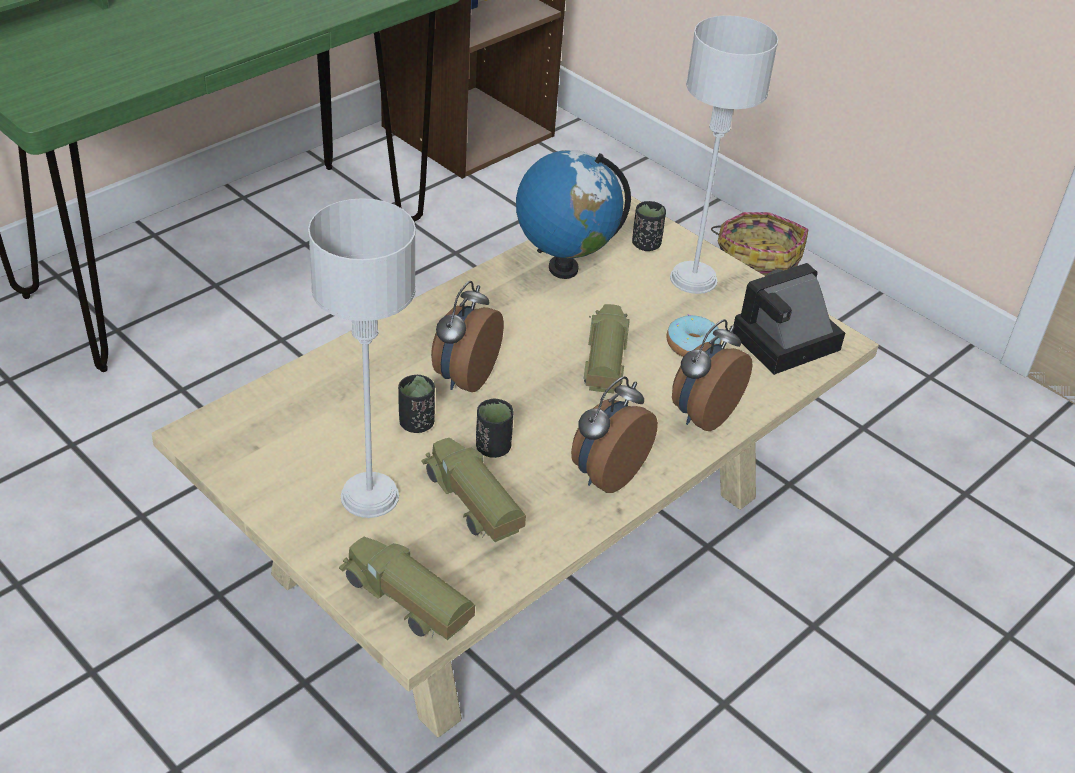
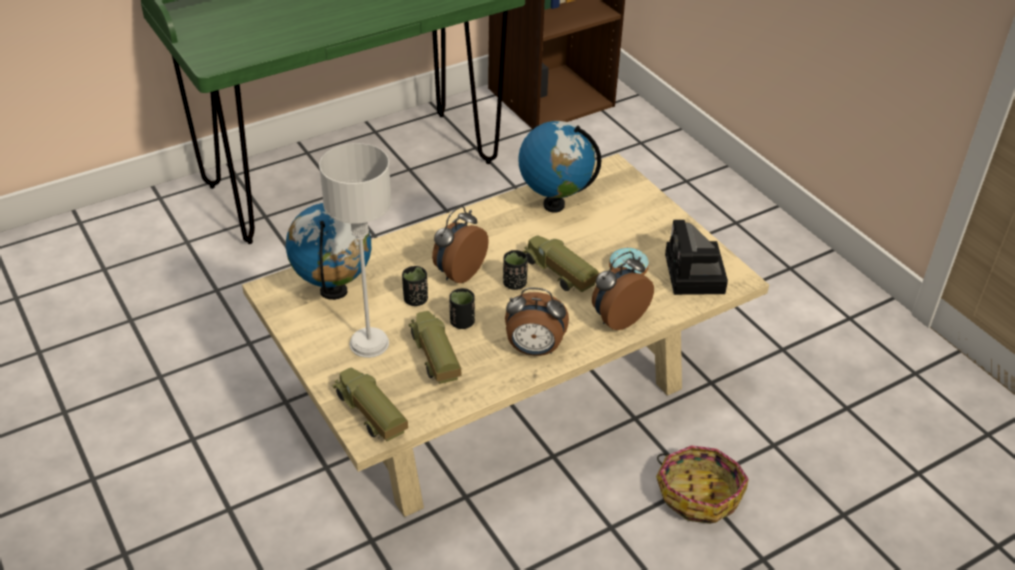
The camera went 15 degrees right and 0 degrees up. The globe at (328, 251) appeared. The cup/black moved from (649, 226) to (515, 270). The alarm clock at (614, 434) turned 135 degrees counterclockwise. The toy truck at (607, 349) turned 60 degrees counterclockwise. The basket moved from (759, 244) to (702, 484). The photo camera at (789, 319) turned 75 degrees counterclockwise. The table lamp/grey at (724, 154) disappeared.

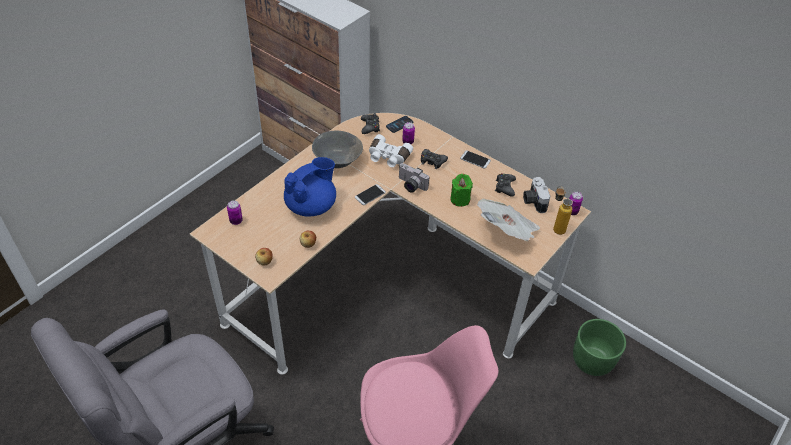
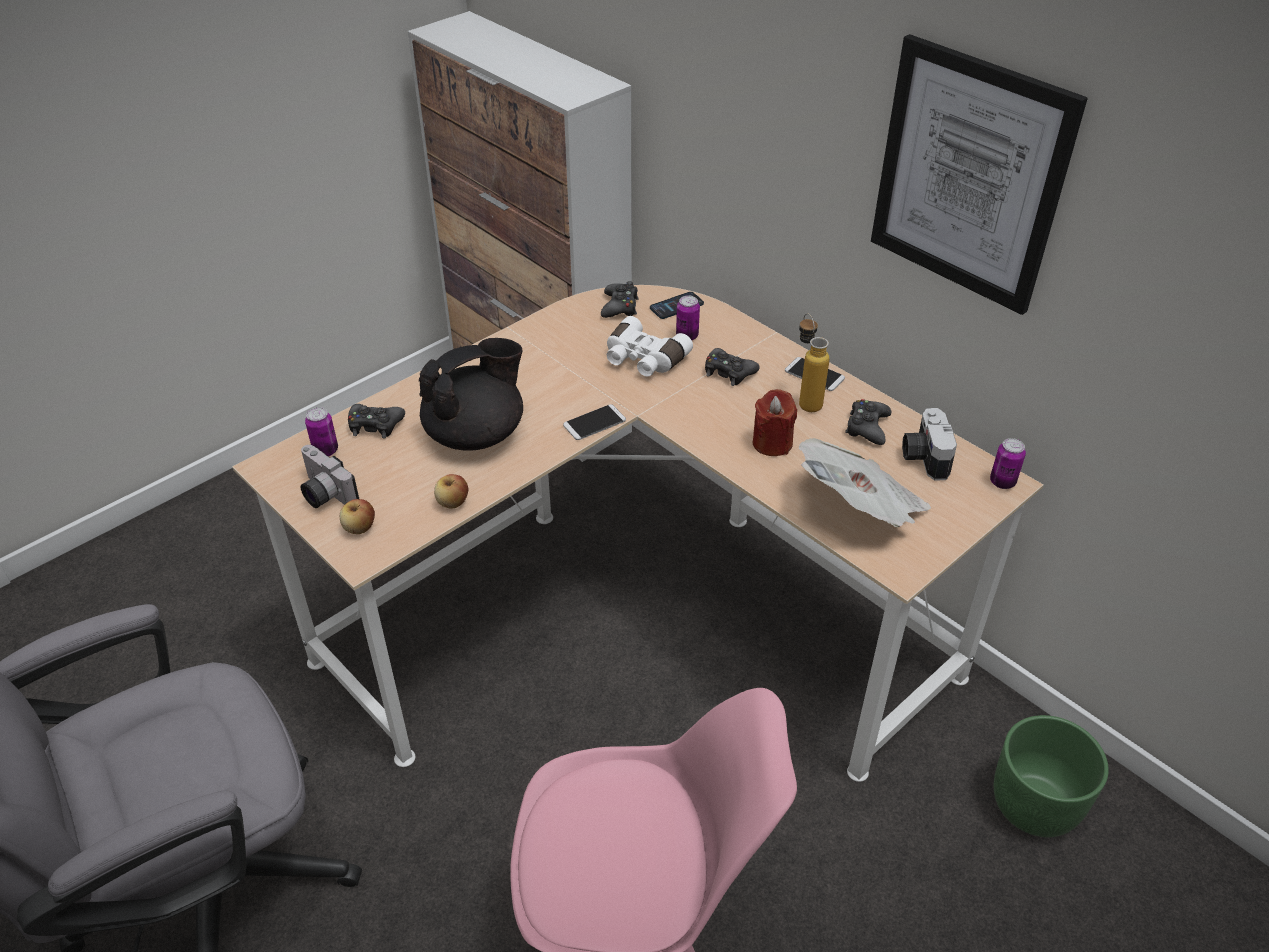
The camera went 10 degrees right and 5 degrees down. The photo camera moved from (414, 178) to (330, 476). The game controller/black at (376, 421) appeared. The teapot/blue at (310, 187) became the teapot/black at (471, 394). The candle/green at (461, 190) became the candle/red at (775, 422). The bottle moved from (563, 210) to (814, 362). The picture at (979, 174) appeared. The bowl/grey at (337, 149) disappeared.

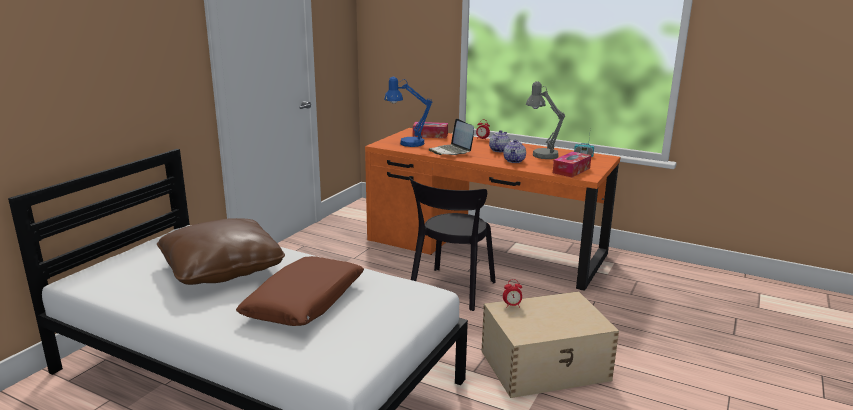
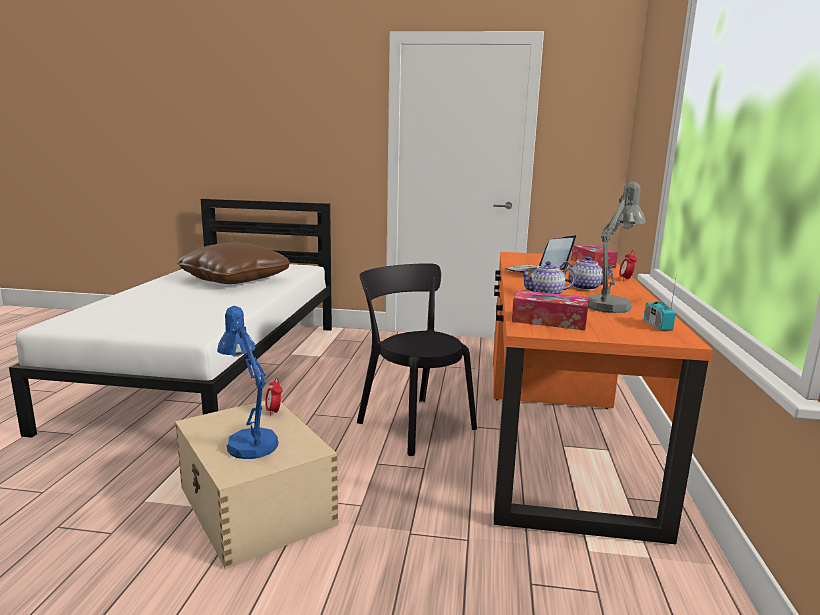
The camera went 70 degrees right and 5 degrees down. The table lamp/blue moved from (408, 112) to (248, 382). The chair/black at (452, 244) turned 45 degrees clockwise. The pillow/brown at (300, 291) disappeared.

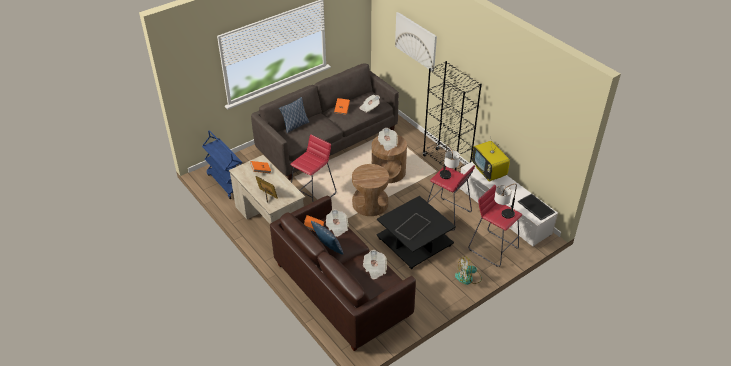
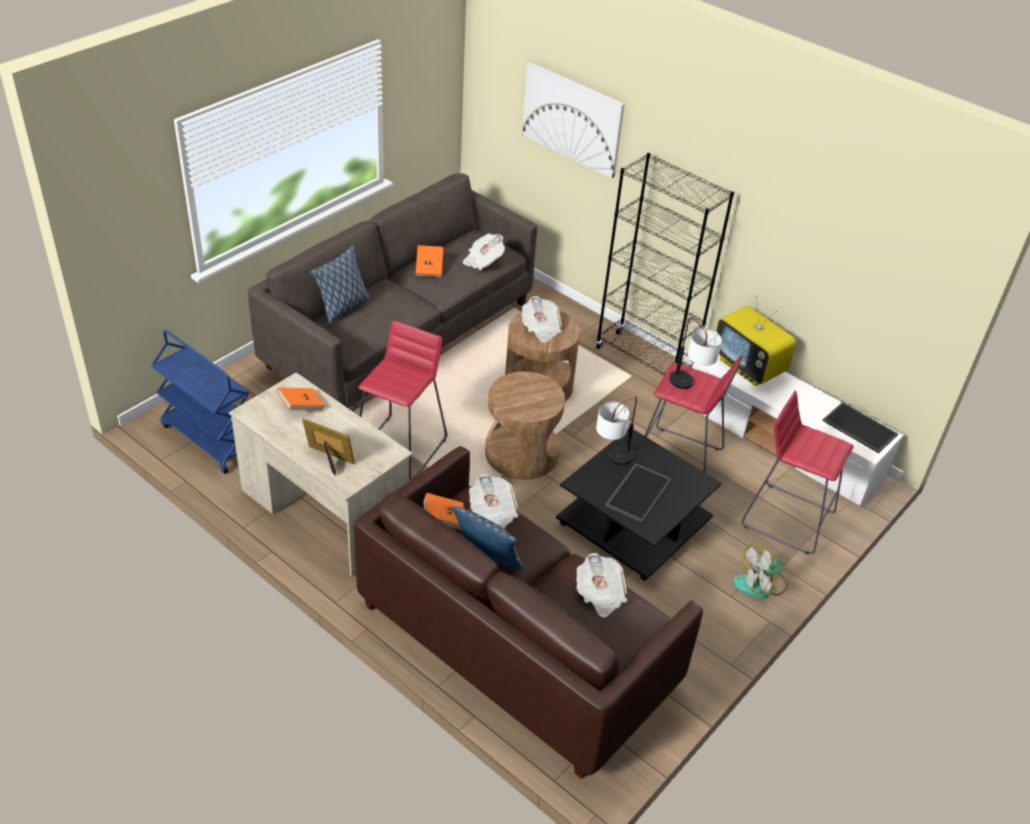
The camera went 15 degrees left and 0 degrees up. The table lamp moved from (505, 201) to (616, 430).

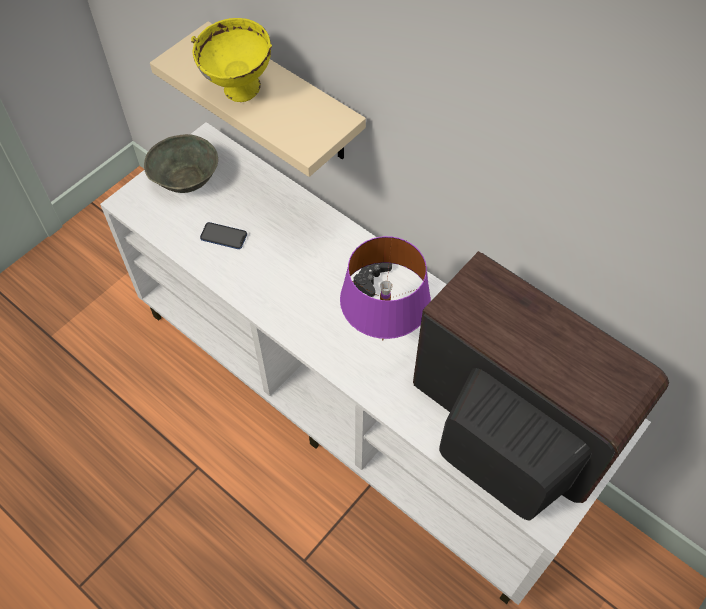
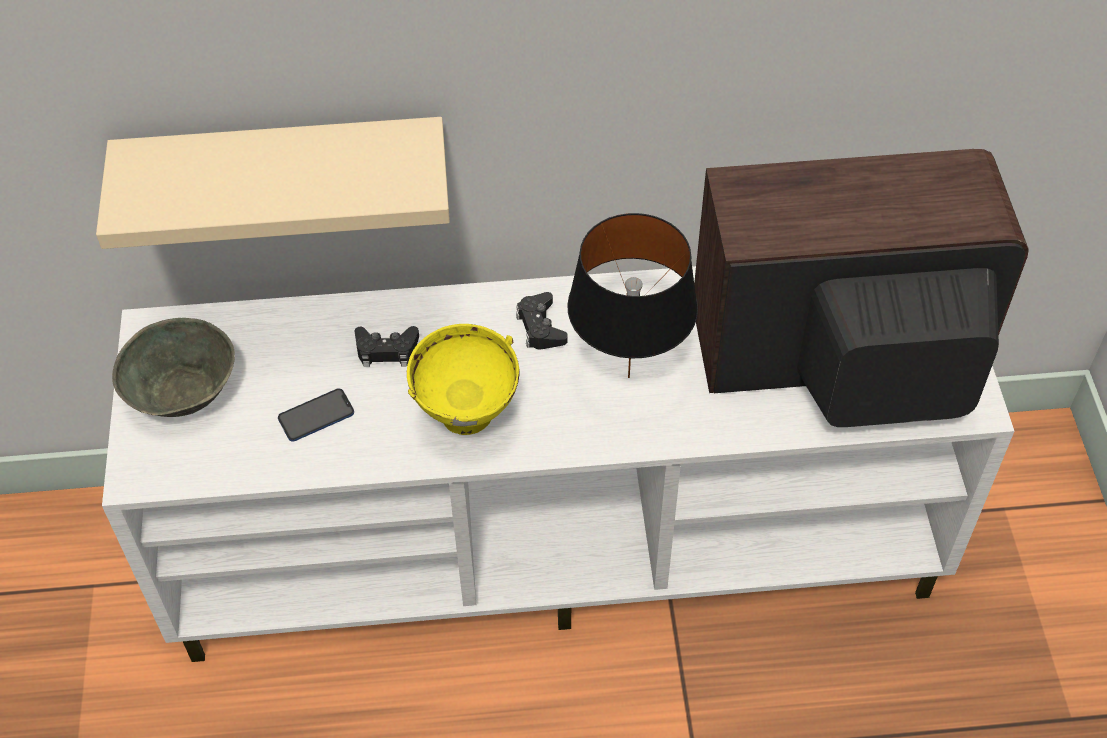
The camera went 45 degrees left and 5 degrees down. The game controller/black at (386, 346) appeared. The bowl/yellow moved from (231, 60) to (463, 379). The table lamp/purple at (385, 288) became the table lamp/black at (632, 295).

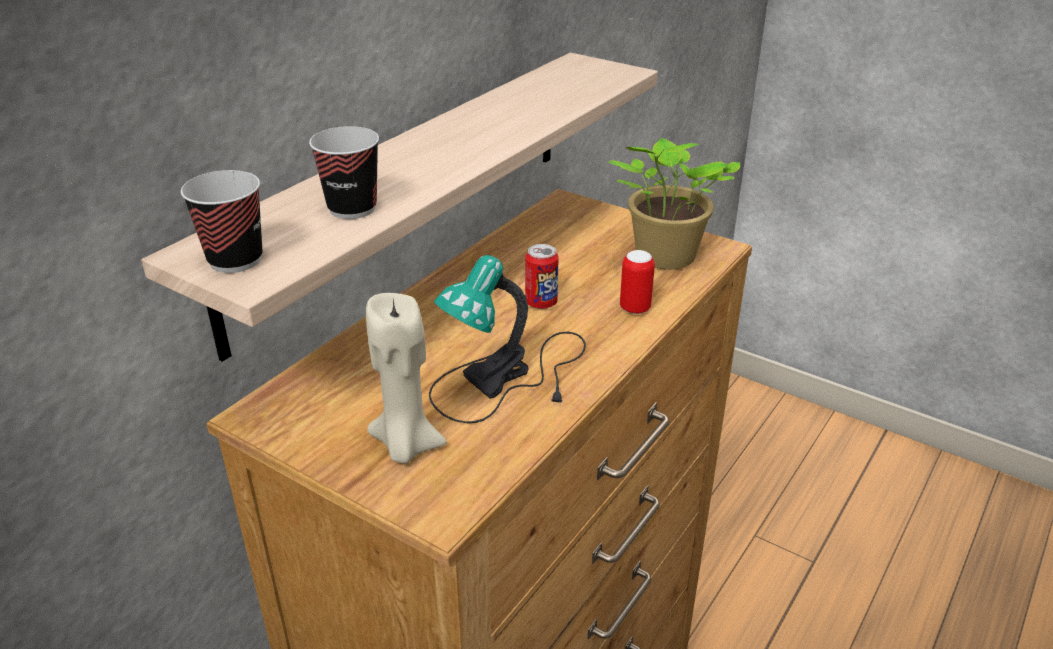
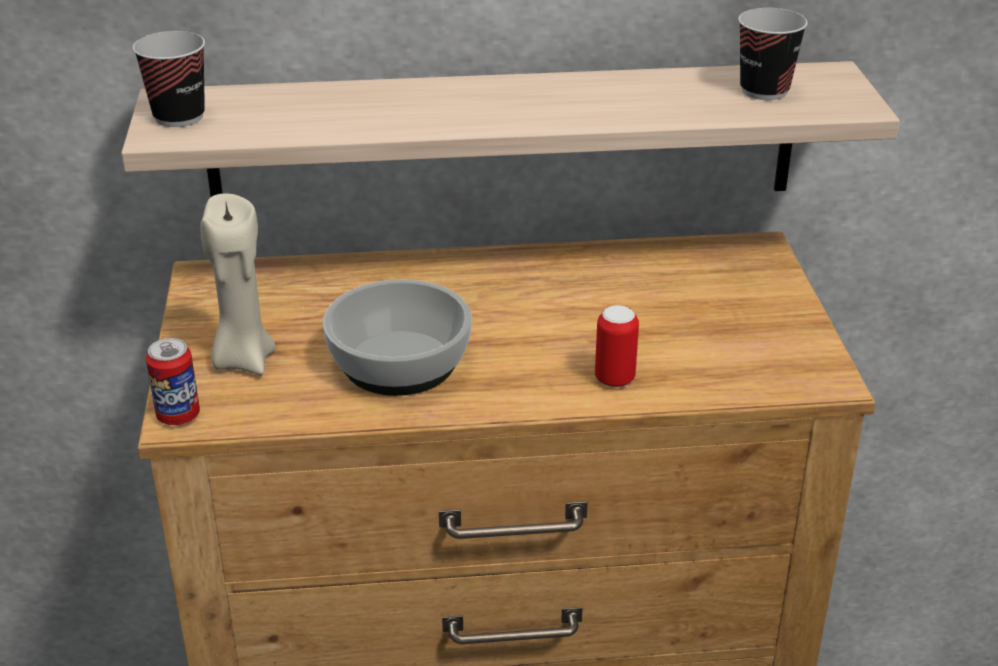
The camera went 50 degrees right and 0 degrees up. The can moved from (542, 276) to (173, 381). The table lamp at (507, 339) was replaced by the bowl at (397, 337). The cup moved from (344, 172) to (773, 54). The potted plant at (674, 204) disappeared.

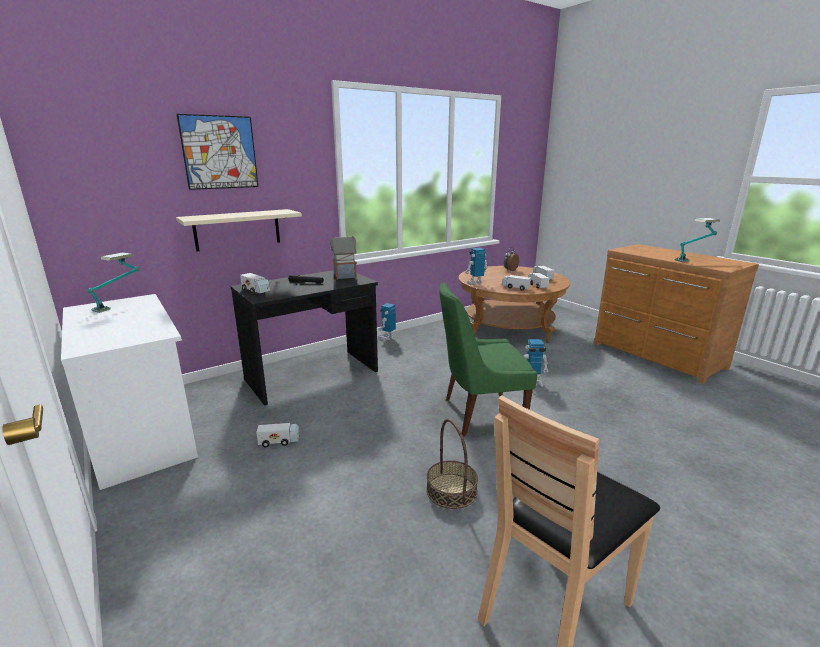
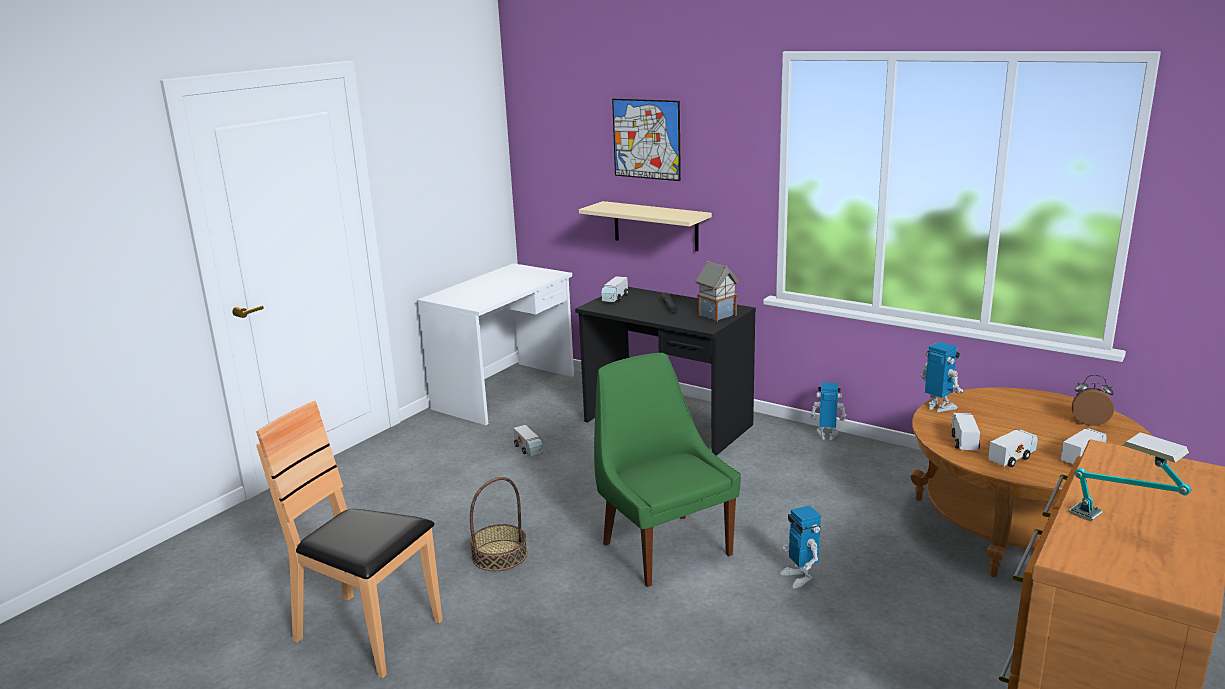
The camera went 70 degrees right and 0 degrees up. The table lamp at (113, 282) disappeared.

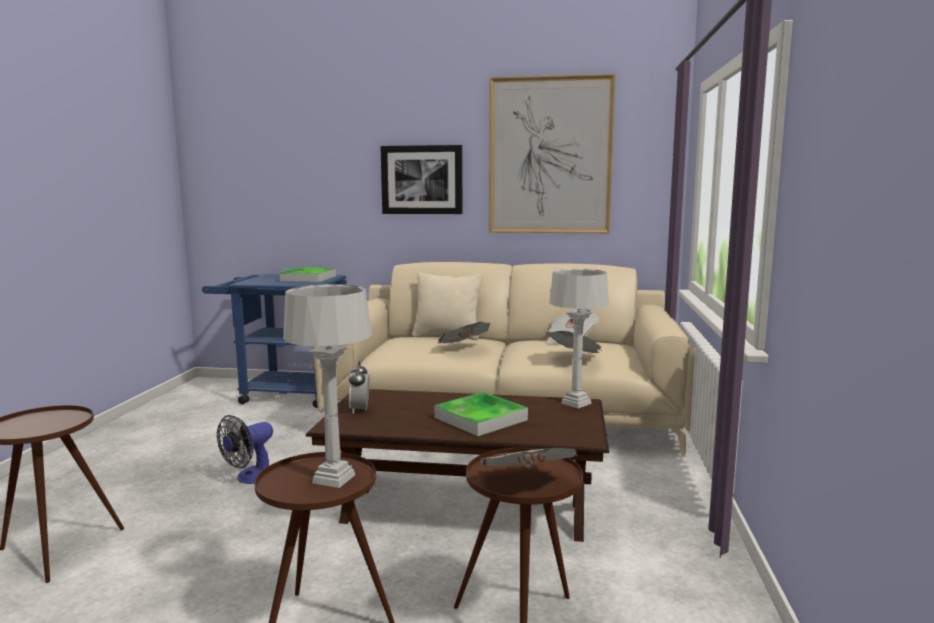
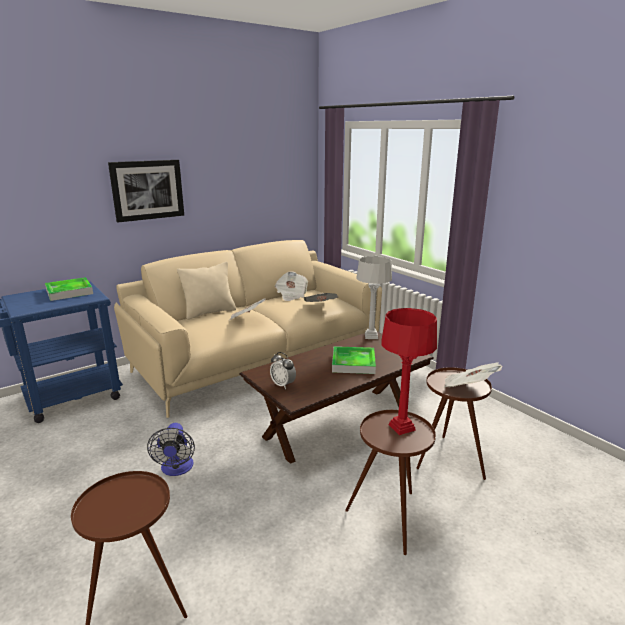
The camera went 45 degrees left and 10 degrees up. The table lamp/grey at (327, 386) became the table lamp/red at (409, 371). The picture at (552, 153) disappeared.

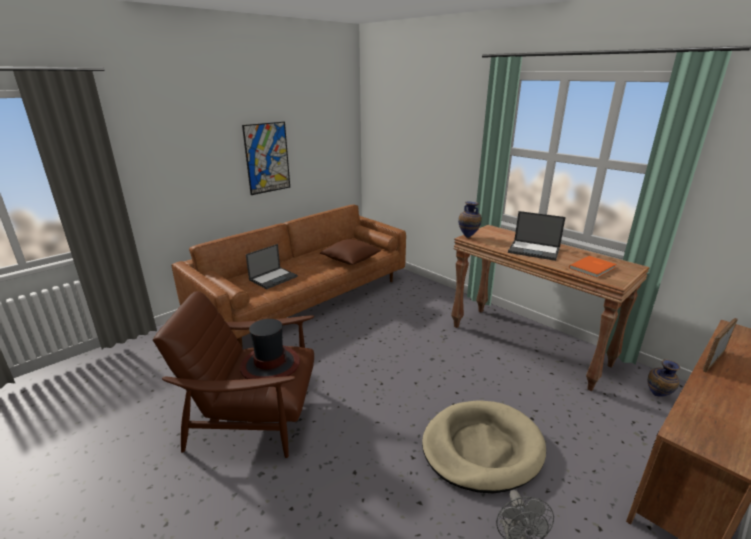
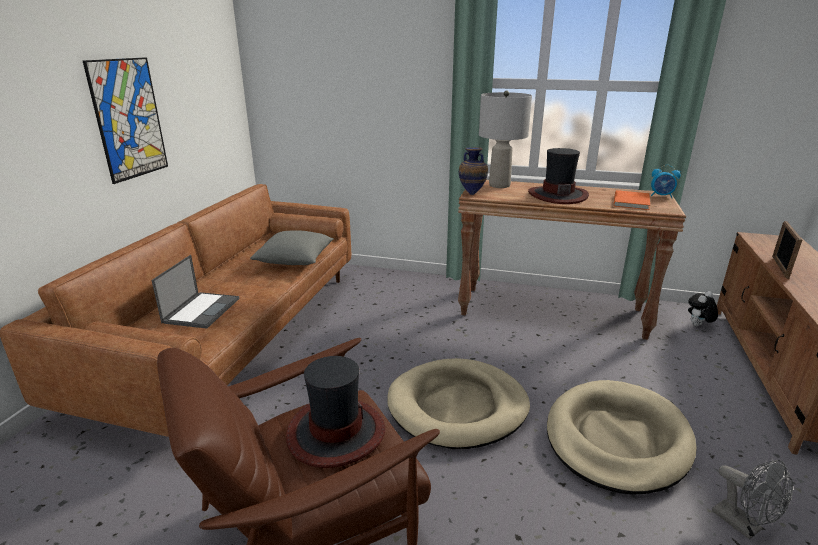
The camera went 30 degrees left and 0 degrees up. The pillow/brown at (350, 252) became the pillow/grey at (292, 248). The dog bed/beige at (459, 403) appeared. The table lamp/grey at (505, 139) appeared. The laptop at (537, 236) was replaced by the hat at (558, 176). The alarm clock at (666, 181) appeared. The vase at (664, 378) was replaced by the plush toy at (703, 308).

